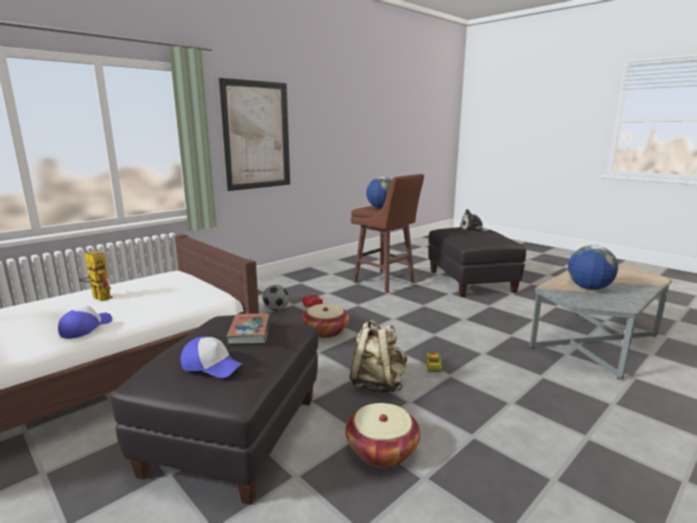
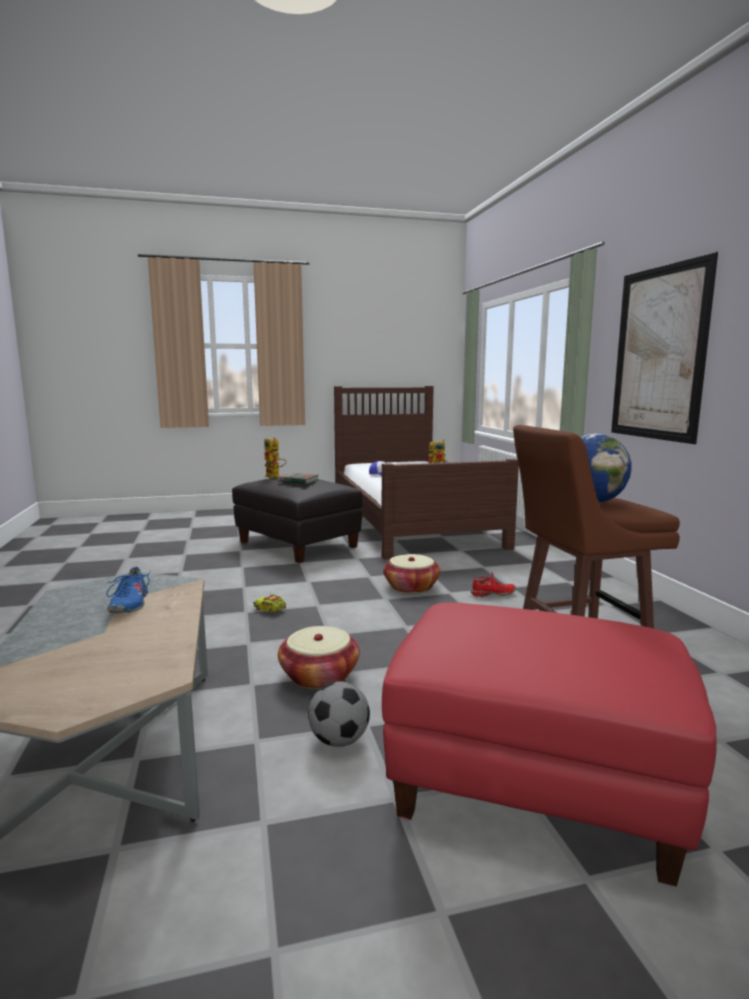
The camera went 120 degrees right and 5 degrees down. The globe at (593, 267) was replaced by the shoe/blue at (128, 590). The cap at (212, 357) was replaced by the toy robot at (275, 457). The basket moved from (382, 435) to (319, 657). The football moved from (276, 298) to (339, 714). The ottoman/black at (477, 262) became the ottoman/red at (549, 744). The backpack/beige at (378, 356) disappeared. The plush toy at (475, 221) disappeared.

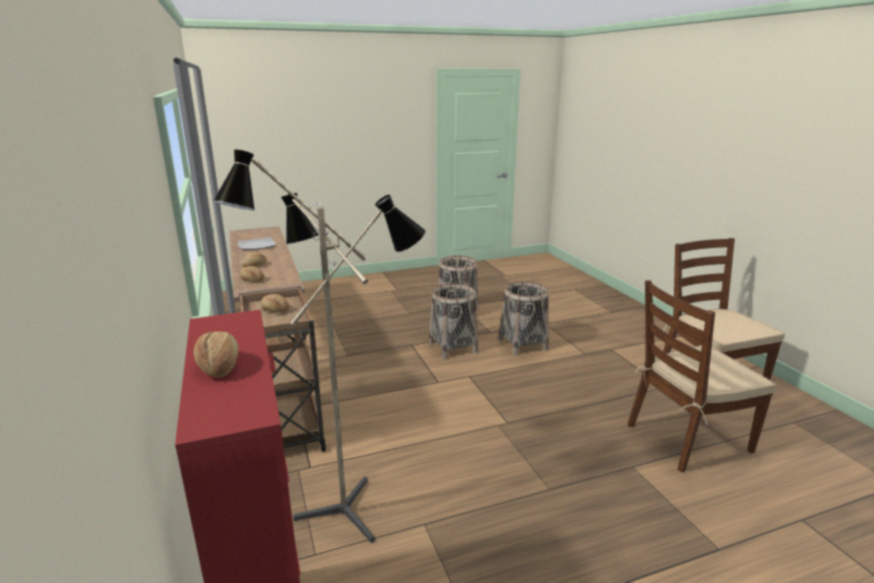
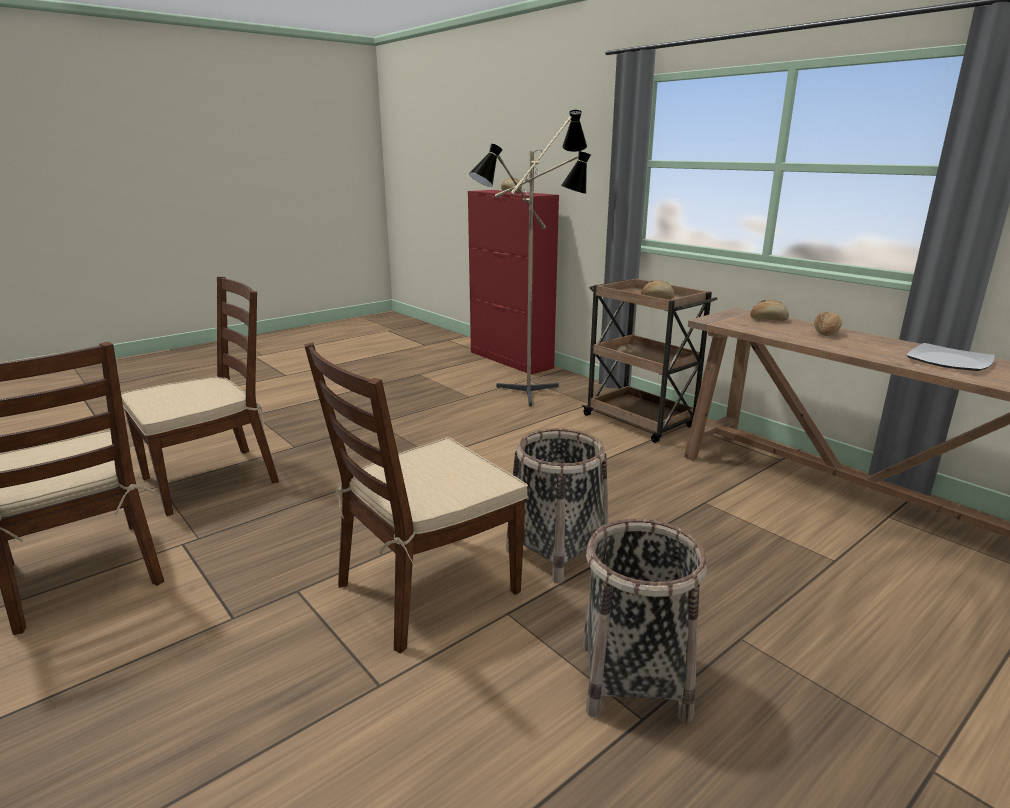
The camera went 160 degrees right and 0 degrees up. The basket at (523, 318) was replaced by the chair/brown at (416, 497).

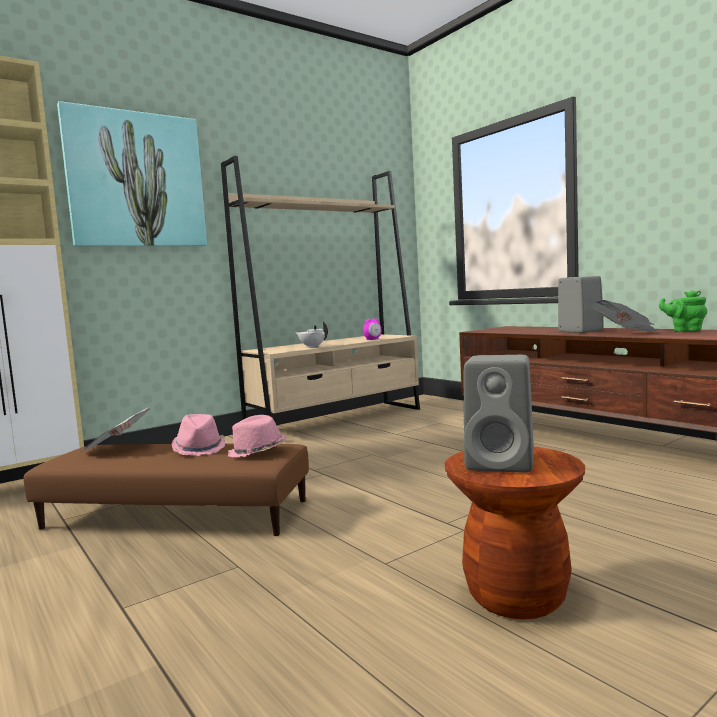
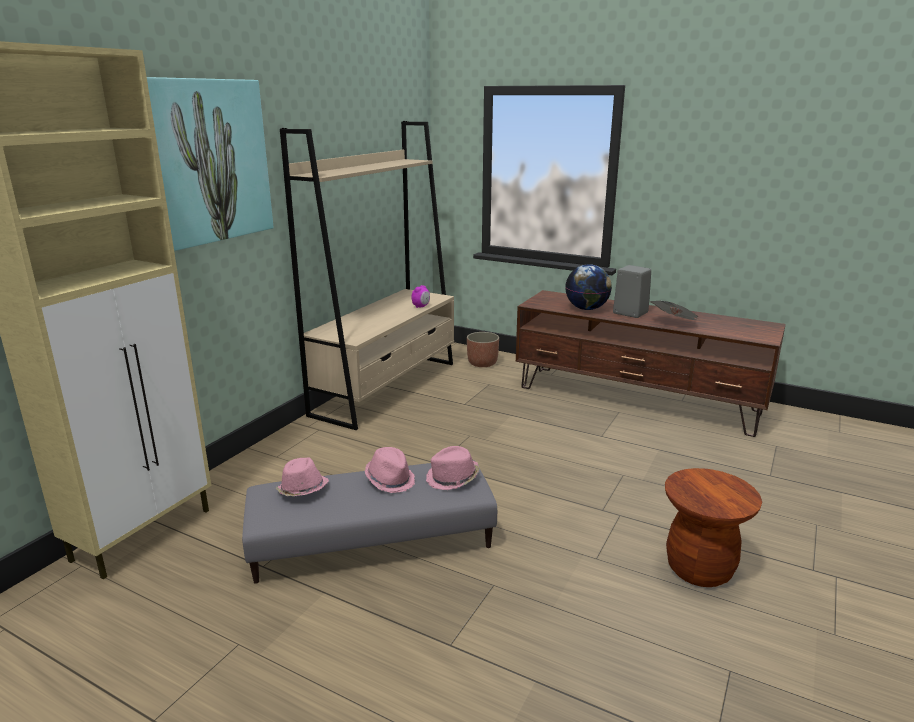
The camera went 25 degrees left and 15 degrees up. The ottoman/brown at (166, 490) became the ottoman/grey at (369, 522). The newspaper at (115, 429) was replaced by the hat/pink at (302, 477). The planter at (483, 349) appeared. The globe at (588, 287) appeared. The teapot/white at (311, 334) disappeared. The speaker/grey at (499, 414) disappeared. The teapot/green at (683, 311) disappeared.

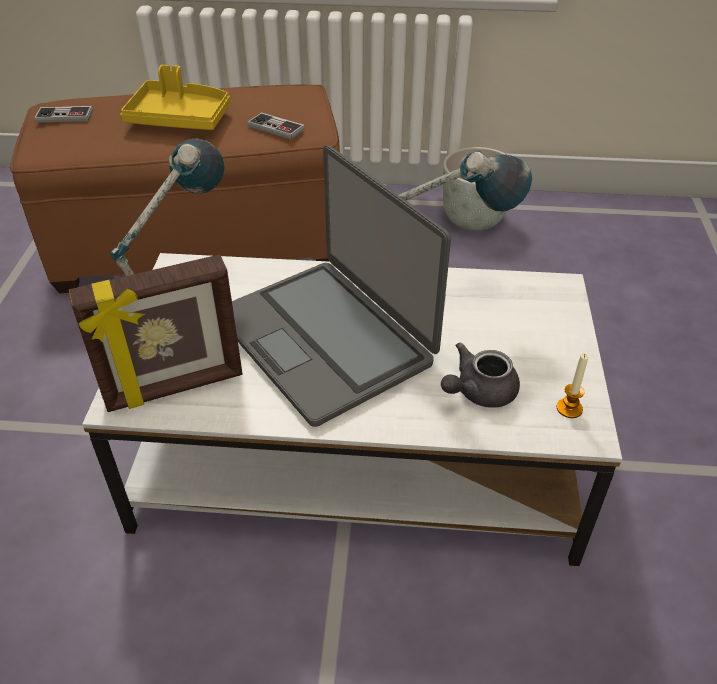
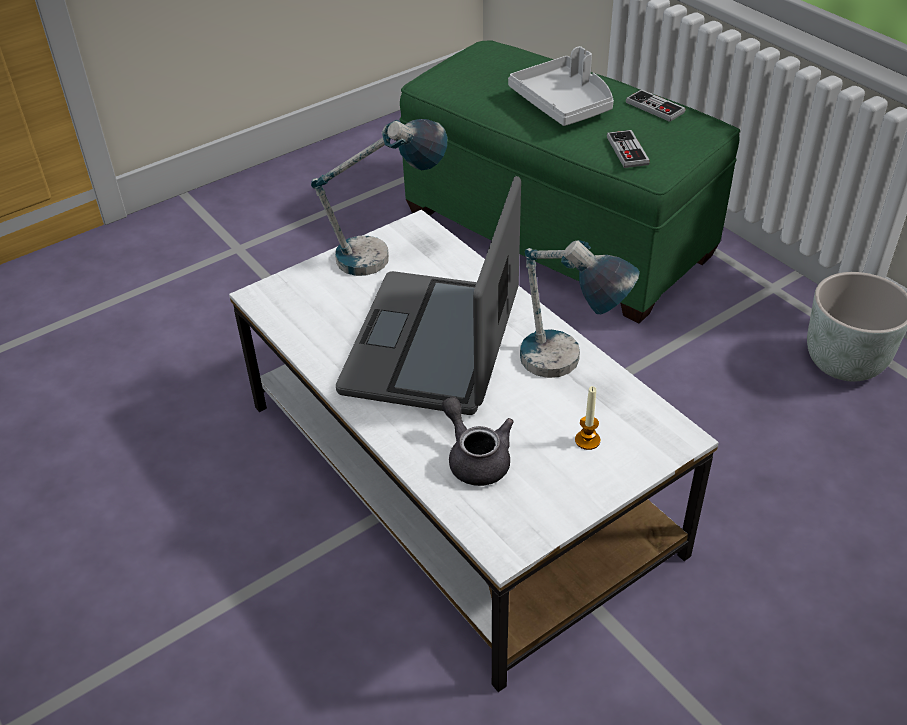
The camera went 50 degrees right and 0 degrees up. The ottoman/brown at (175, 189) became the ottoman/green at (570, 181). The teapot/grey at (480, 375) turned 45 degrees clockwise. The tray/yellow at (175, 97) became the tray/grey at (561, 86). The candle moved from (572, 385) to (587, 418). The game controller moved from (63, 114) to (656, 105). The picture frame at (156, 333) disappeared.

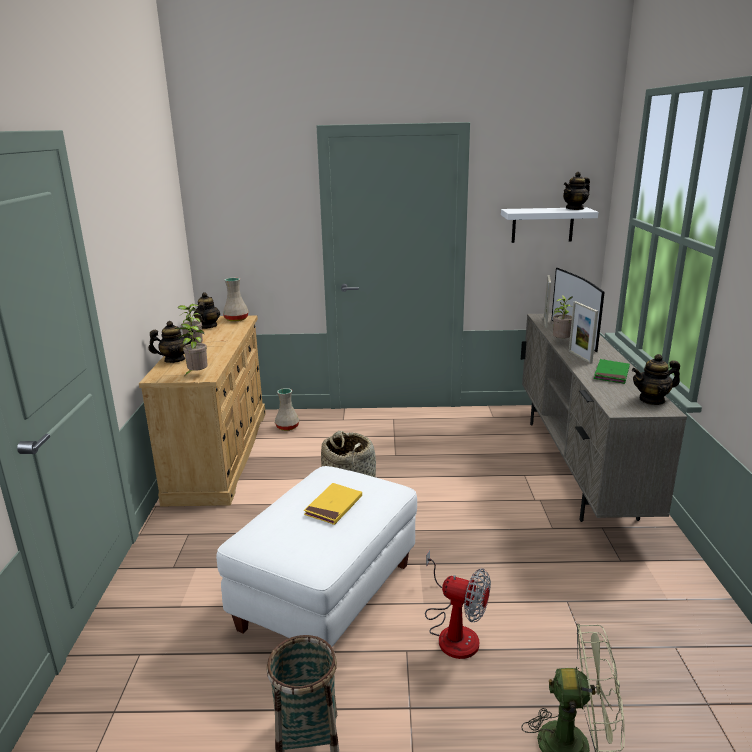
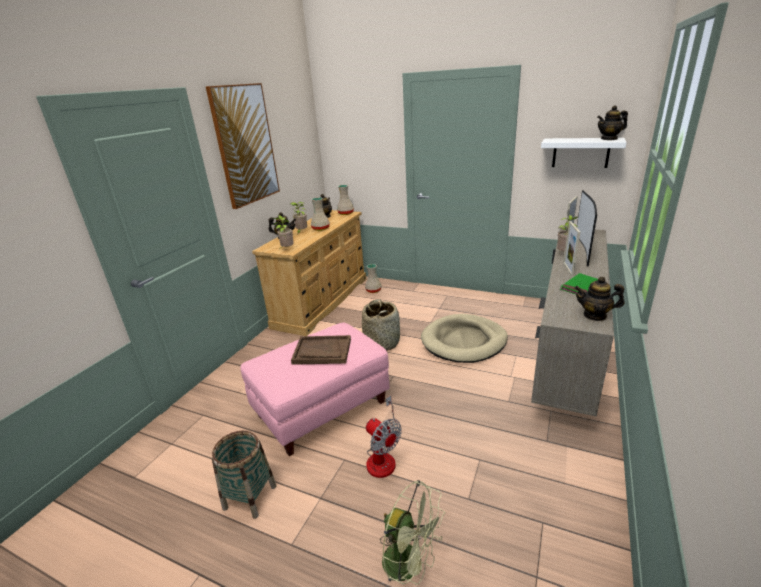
The camera went 25 degrees right and 5 degrees up. The picture at (243, 146) appeared. The ottoman/white at (316, 556) became the ottoman/pink at (315, 389). The book/yellow at (333, 504) was replaced by the tray/brown at (321, 350). The vase/beige at (320, 214) appeared. The dog bed/beige at (464, 338) appeared.

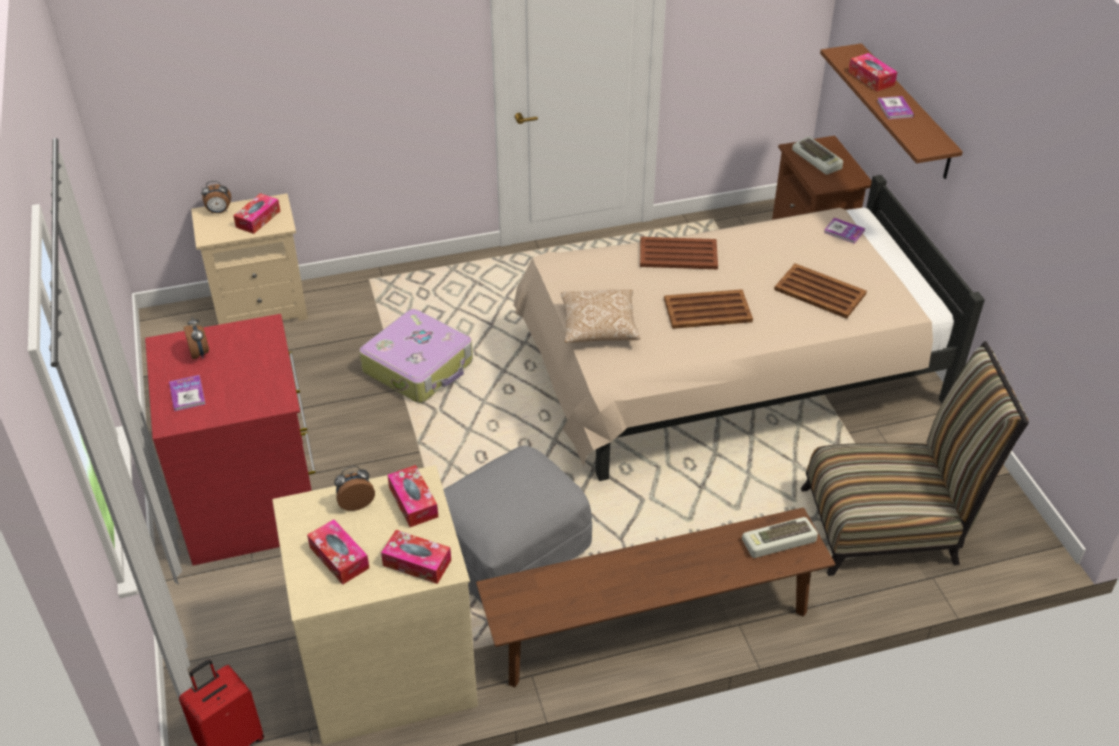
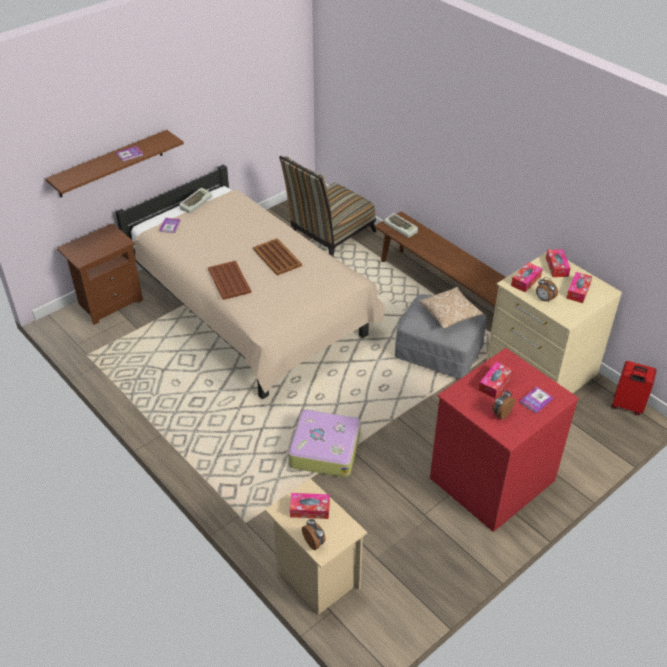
The camera went 115 degrees left and 0 degrees up. The keyboard moved from (817, 155) to (195, 200). The chair at (915, 458) turned 105 degrees counterclockwise. The pillow moved from (600, 316) to (451, 308). The tissue box moved from (872, 72) to (495, 379). The tray/brown at (820, 291) disappeared.

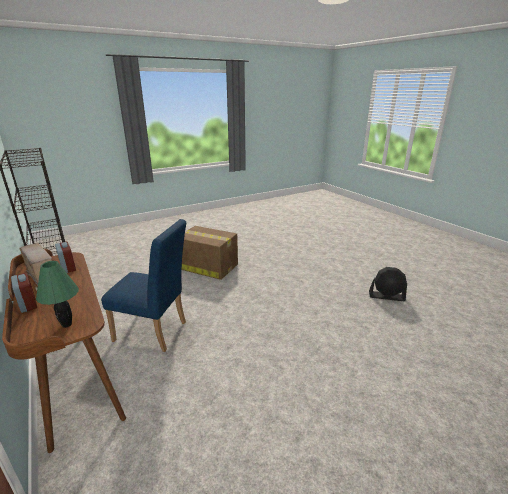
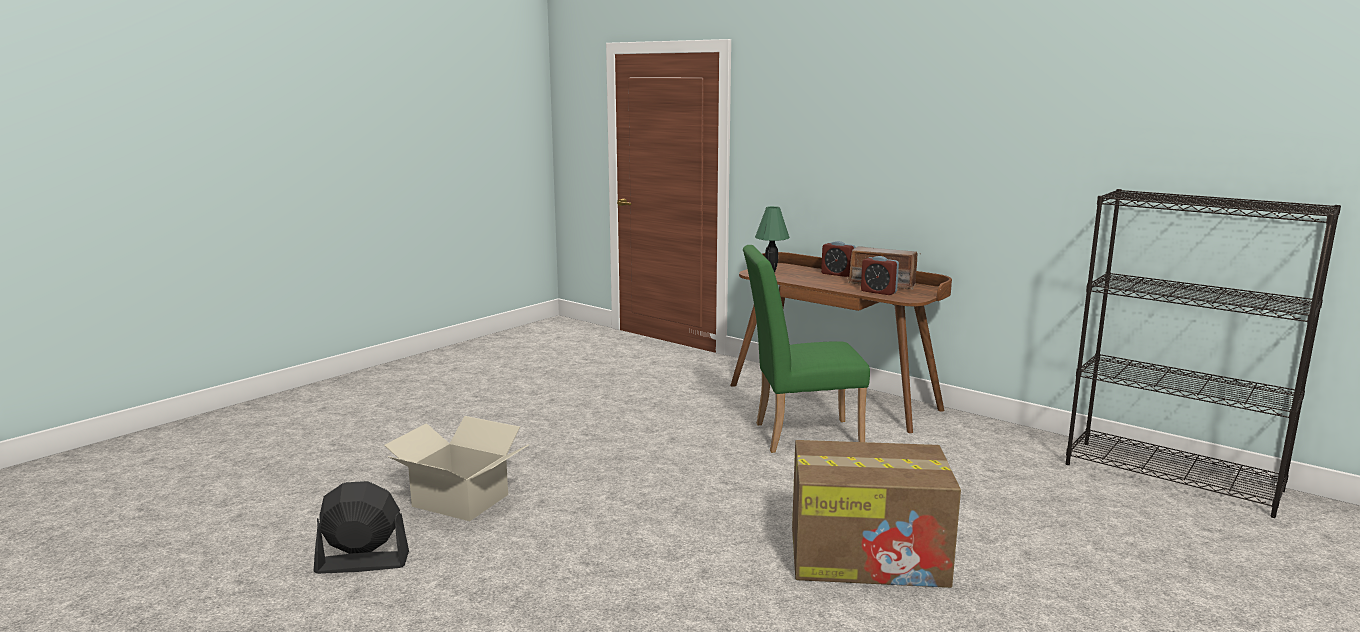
The camera went 160 degrees right and 10 degrees down. The cardboard box at (456, 468) appeared. The chair/blue at (143, 285) became the chair/green at (806, 349).

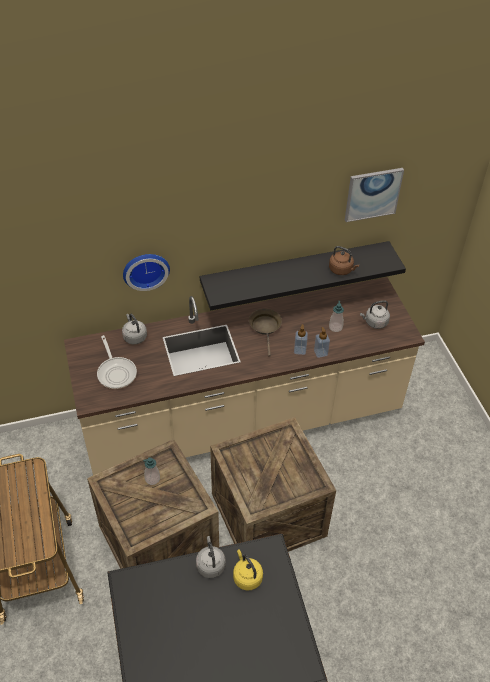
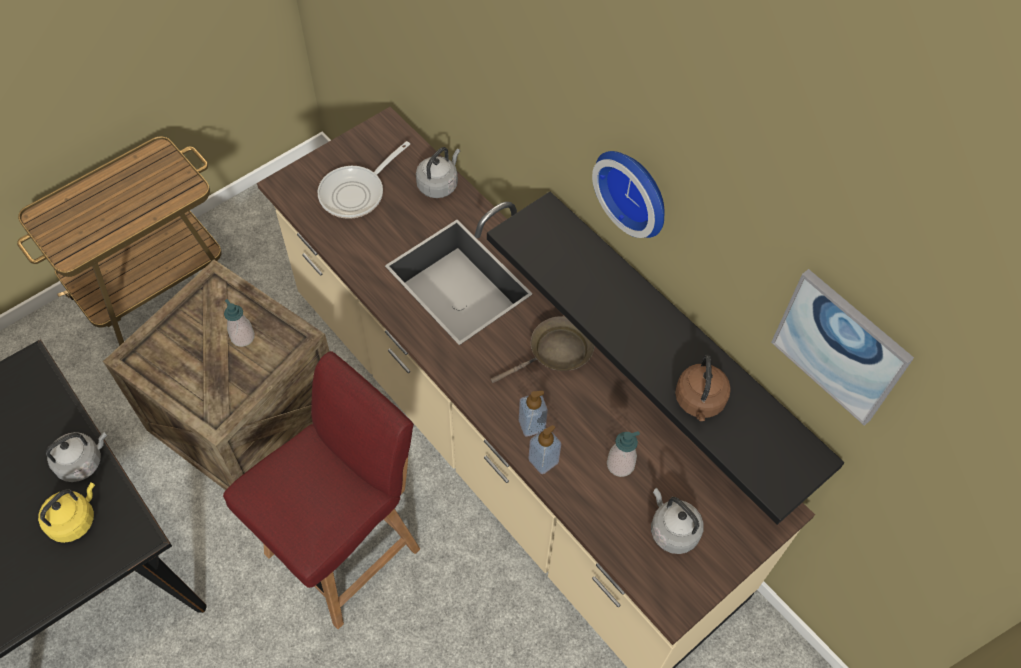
The camera went 65 degrees right and 10 degrees up. The crate at (273, 484) was replaced by the chair/red at (321, 490). The wall clock moved from (146, 272) to (628, 194).

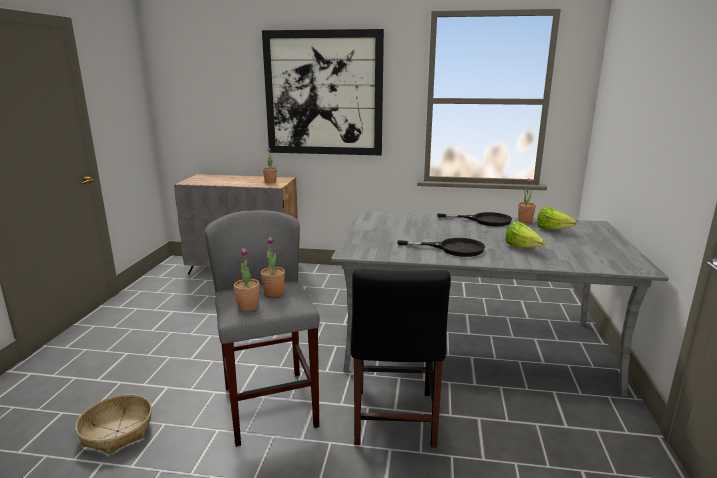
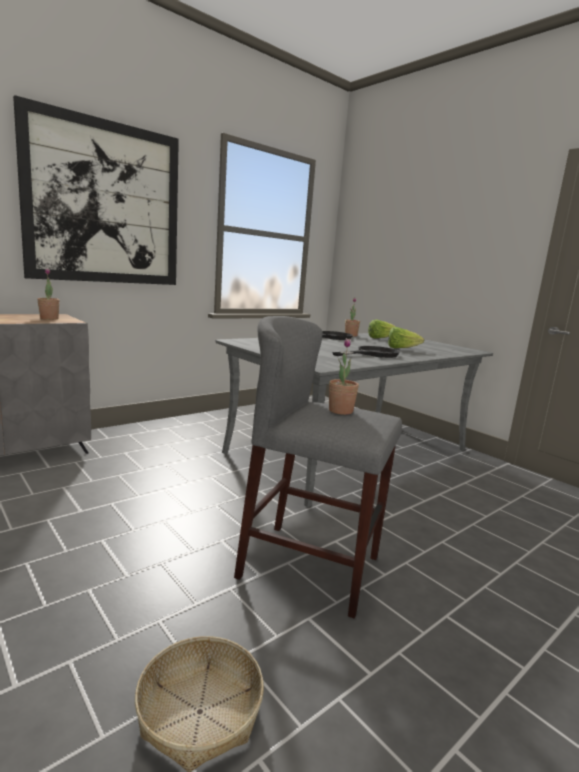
The camera went 50 degrees left and 5 degrees down. The potted plant at (247, 279) disappeared. The chair/black at (400, 358) disappeared.

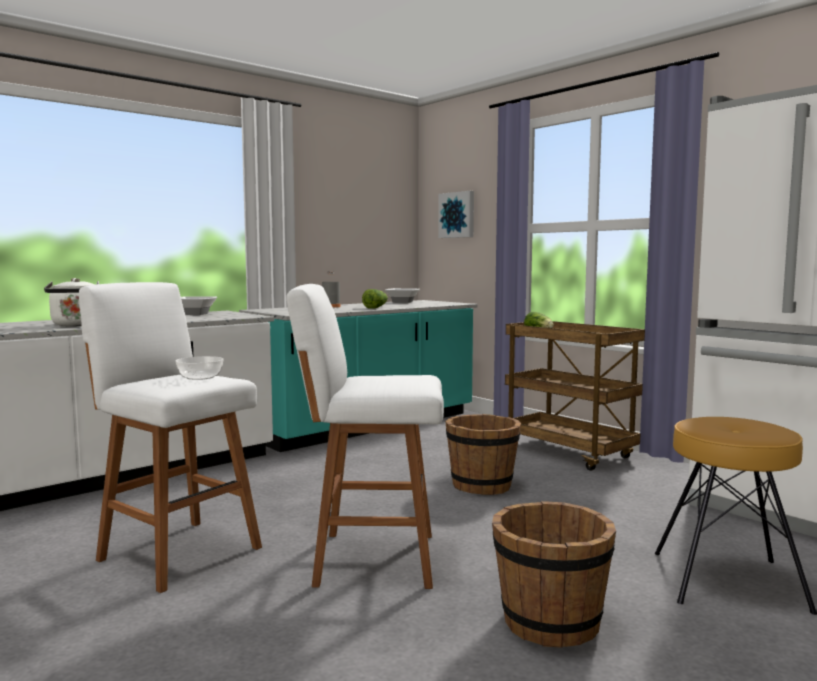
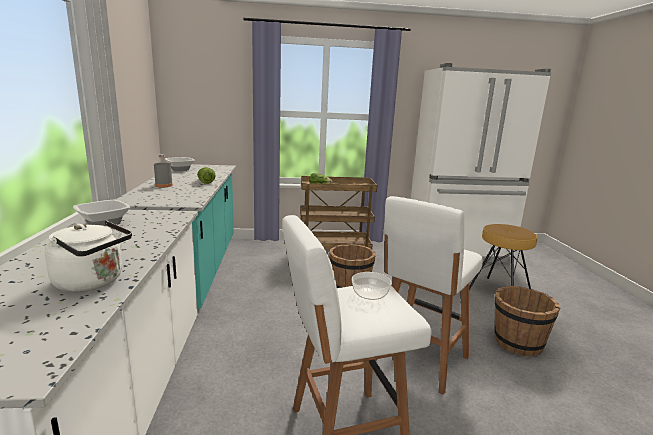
The camera went 55 degrees left and 10 degrees up. The picture at (456, 214) disappeared.

